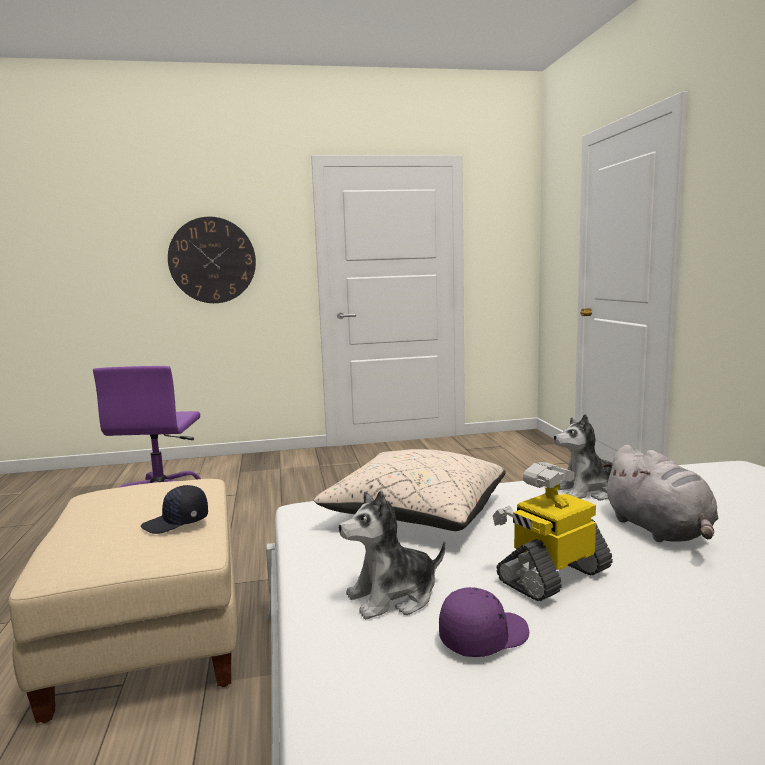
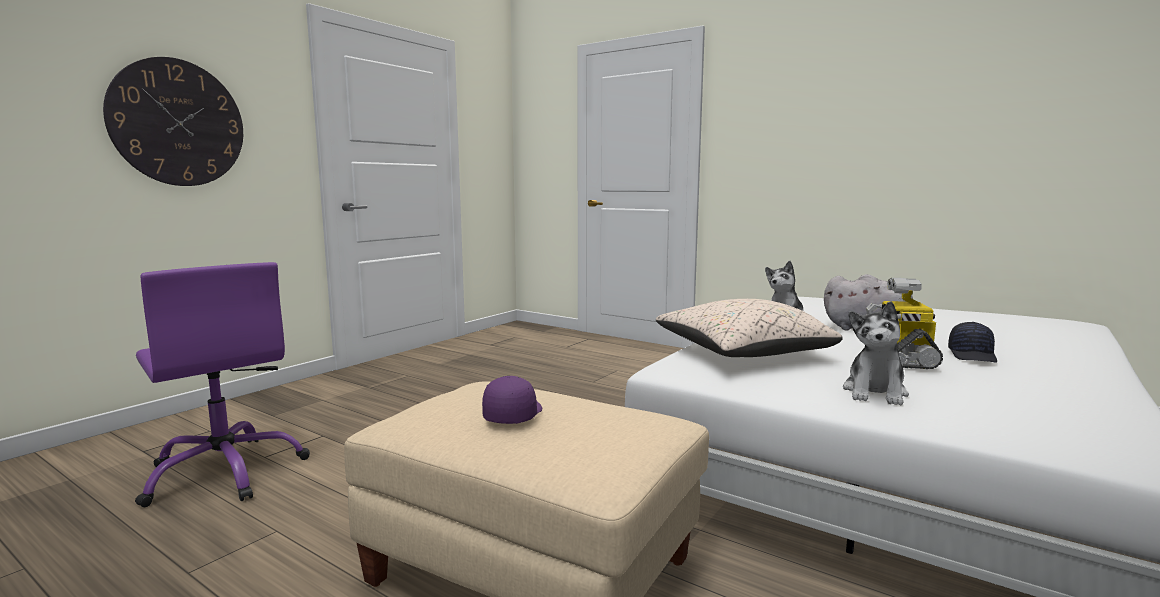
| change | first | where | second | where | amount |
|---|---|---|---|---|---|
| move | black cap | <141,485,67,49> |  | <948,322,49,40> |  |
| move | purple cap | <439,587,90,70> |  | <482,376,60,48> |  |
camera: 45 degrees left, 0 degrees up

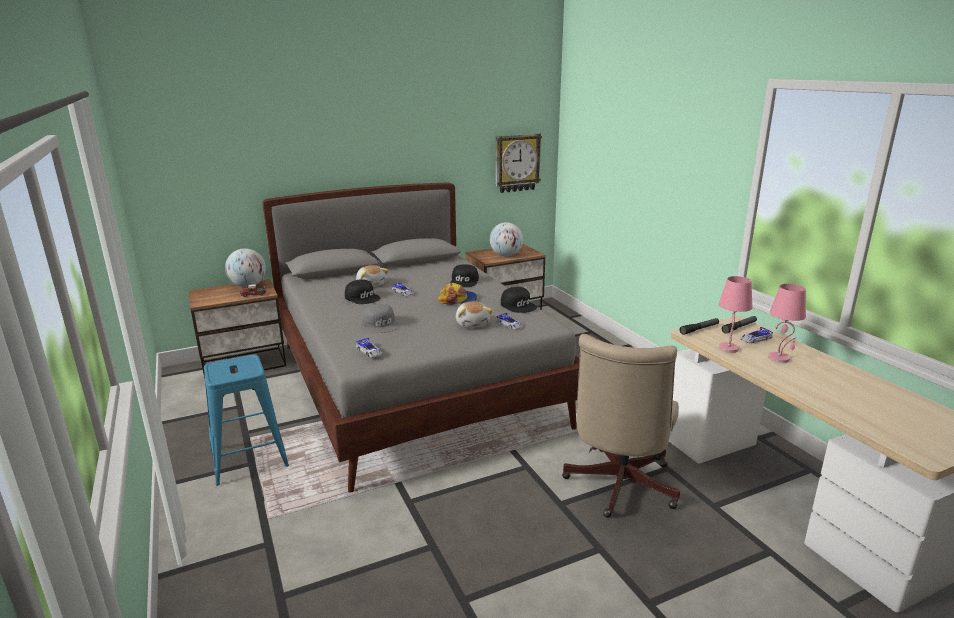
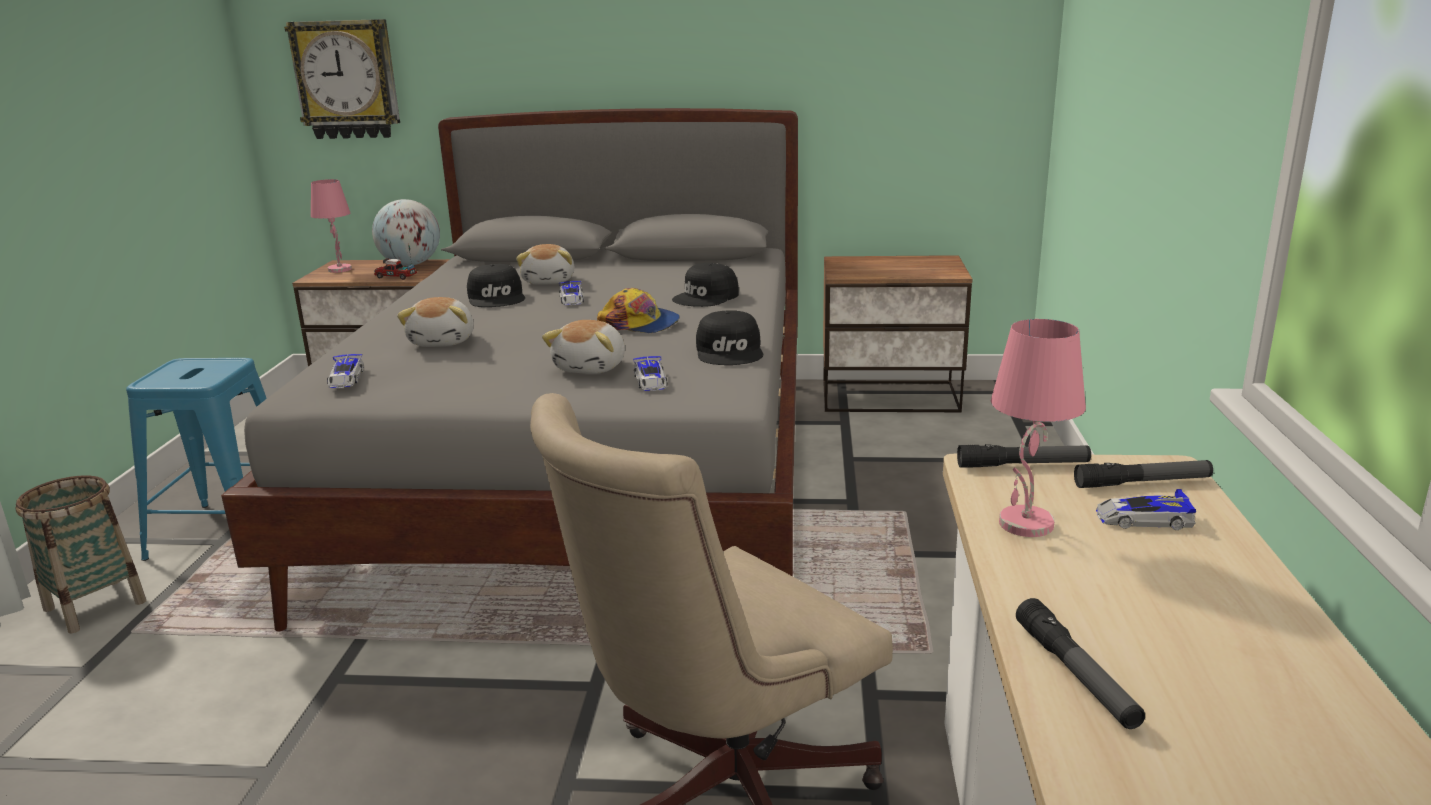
| change | first | where | second | where | amount |
|---|---|---|---|---|---|
| replace | grey cap | <362,304,38,29> | plush toy | <397,297,77,50> |  |
| delete | globe | <490,222,33,34> |  |  |  |
| move | wall clock | <496,133,46,60> |  | <284,19,116,120> |  |
| move | pink table lamp | <768,284,38,79> |  | <311,179,41,94> |  |
| insert |  |  | basket | <15,475,131,158> |  |
| insert |  |  | flashlight | <1016,598,129,131> |  |
camera: 30 degrees right, 0 degrees up

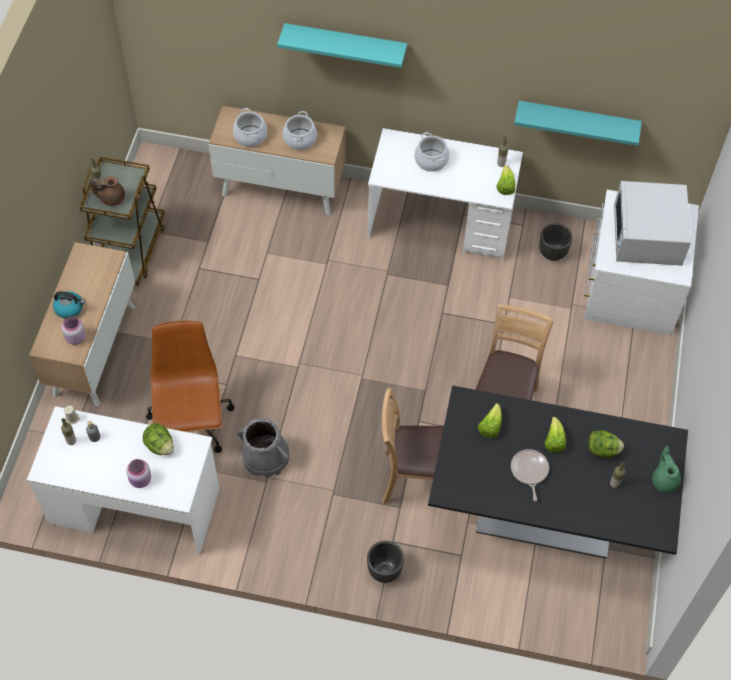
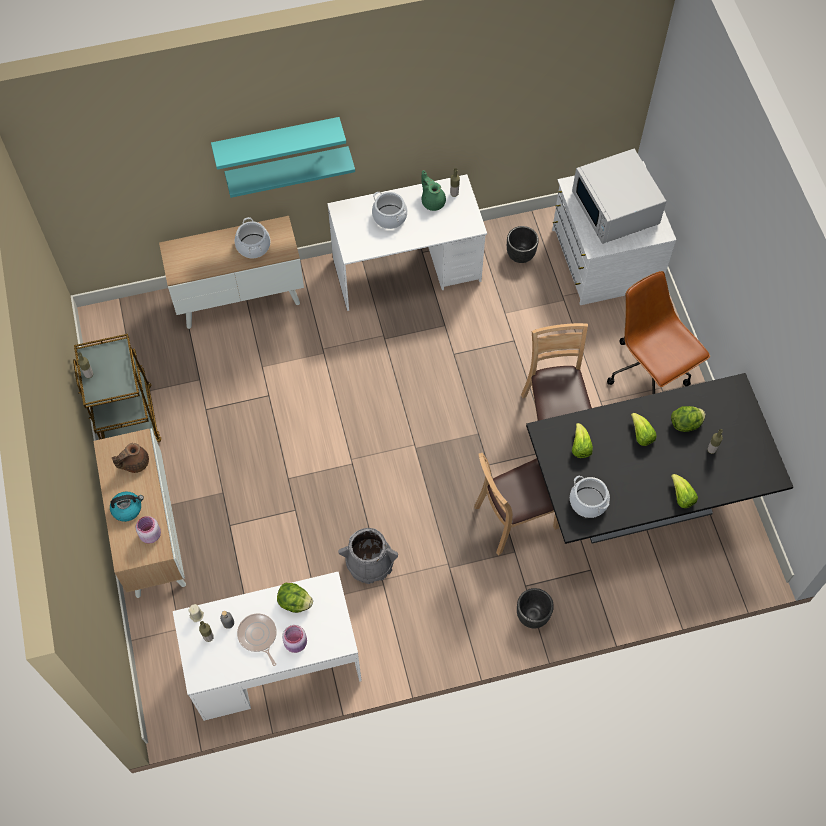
| change | first | where | second | where | amount |
|---|---|---|---|---|---|
| move | brown teapot | <89,176,36,30> |  | <112,443,37,30> |  |
| move | brown office chair | <146,320,89,133> |  | <607,271,103,123> |  |
| move | cooking pot | <233,108,34,39> |  | <570,476,40,42> |  |
| move | lettuce | <496,165,20,30> |  | <671,474,27,34> |  |
| move | frying pan | <511,449,38,52> |  | <237,613,40,53> |  |
| move | turquoise shelf | <514,101,128,45> |  | <224,146,131,52> |  |
| move | green teapot | <652,446,29,47> |  | <421,170,25,41> |  |
camera: 25 degrees left, 5 degrees up

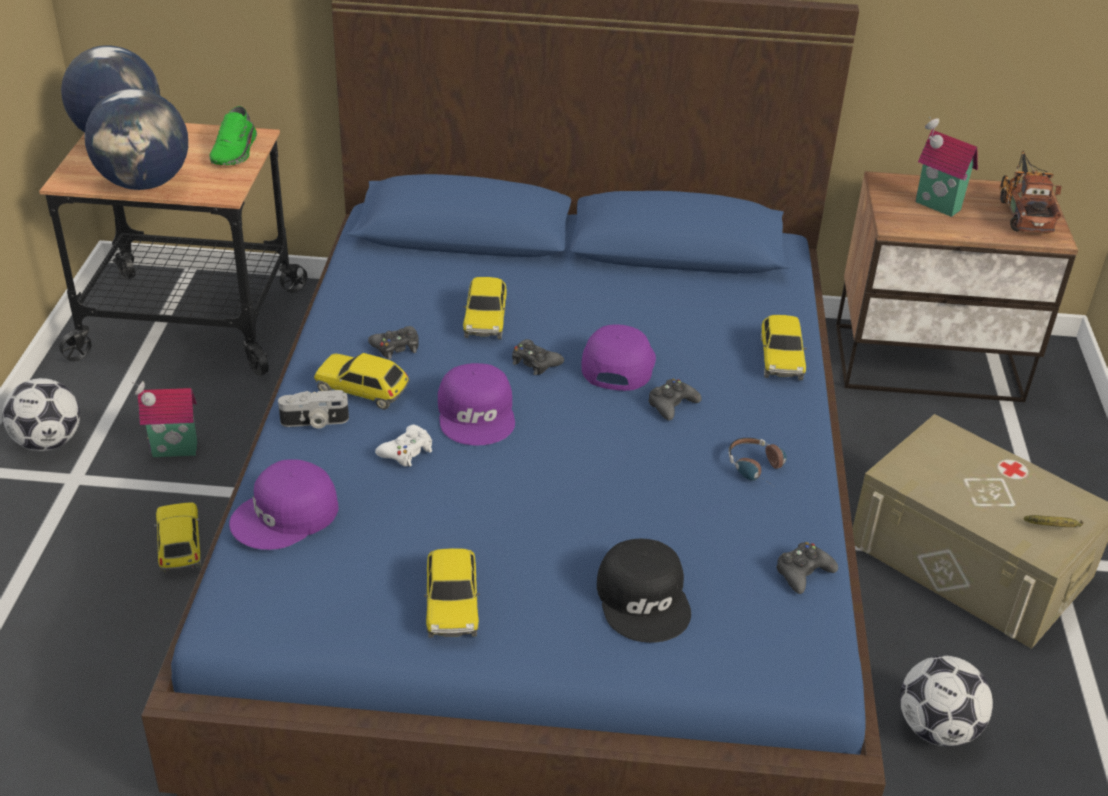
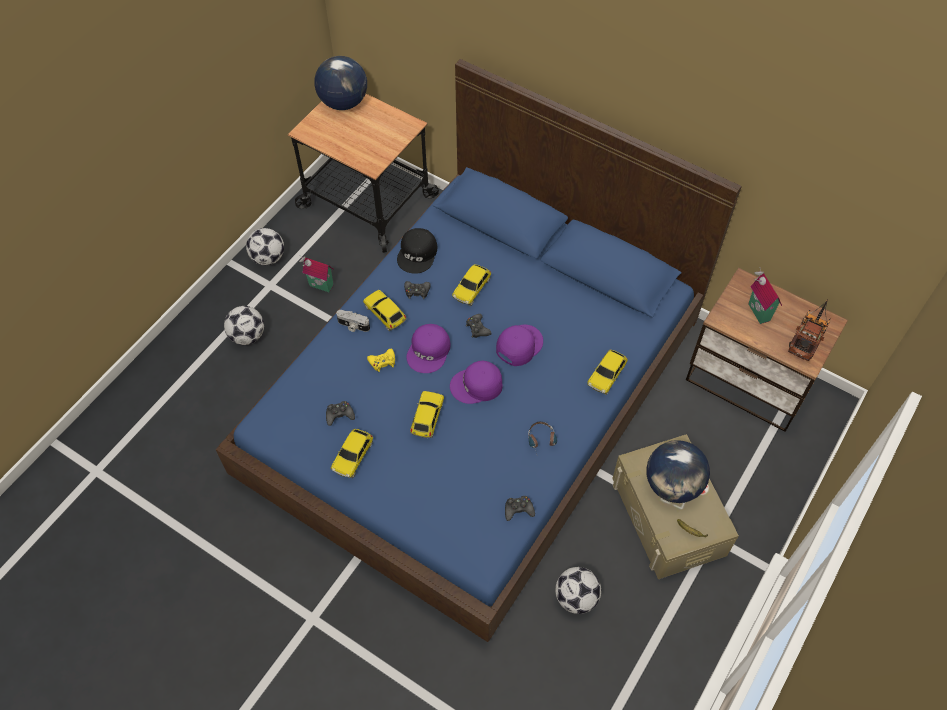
| change | first | where | second | where | amount |
|---|---|---|---|---|---|
| move | globe | <84,89,104,101> |  | <646,440,64,63> |  |
| move | toy car | <154,502,47,71> |  | <410,391,34,47> |  |
| delete | green shoe | <209,106,48,59> |  |  |  |
| move | purple cap | <229,459,110,91> |  | <450,361,53,43> |  |
| recolor | white game controller | <375,425,57,42> | yellow game controller | <367,349,28,23> |  |
| move | black cap | <597,539,94,104> |  | <397,228,40,46> |  |
| move | black game controller | <648,379,54,42> |  | <326,401,29,25> |  |
| insert |  |  | football | <224,306,40,39> |  |
camera: 30 degrees right, 20 degrees up

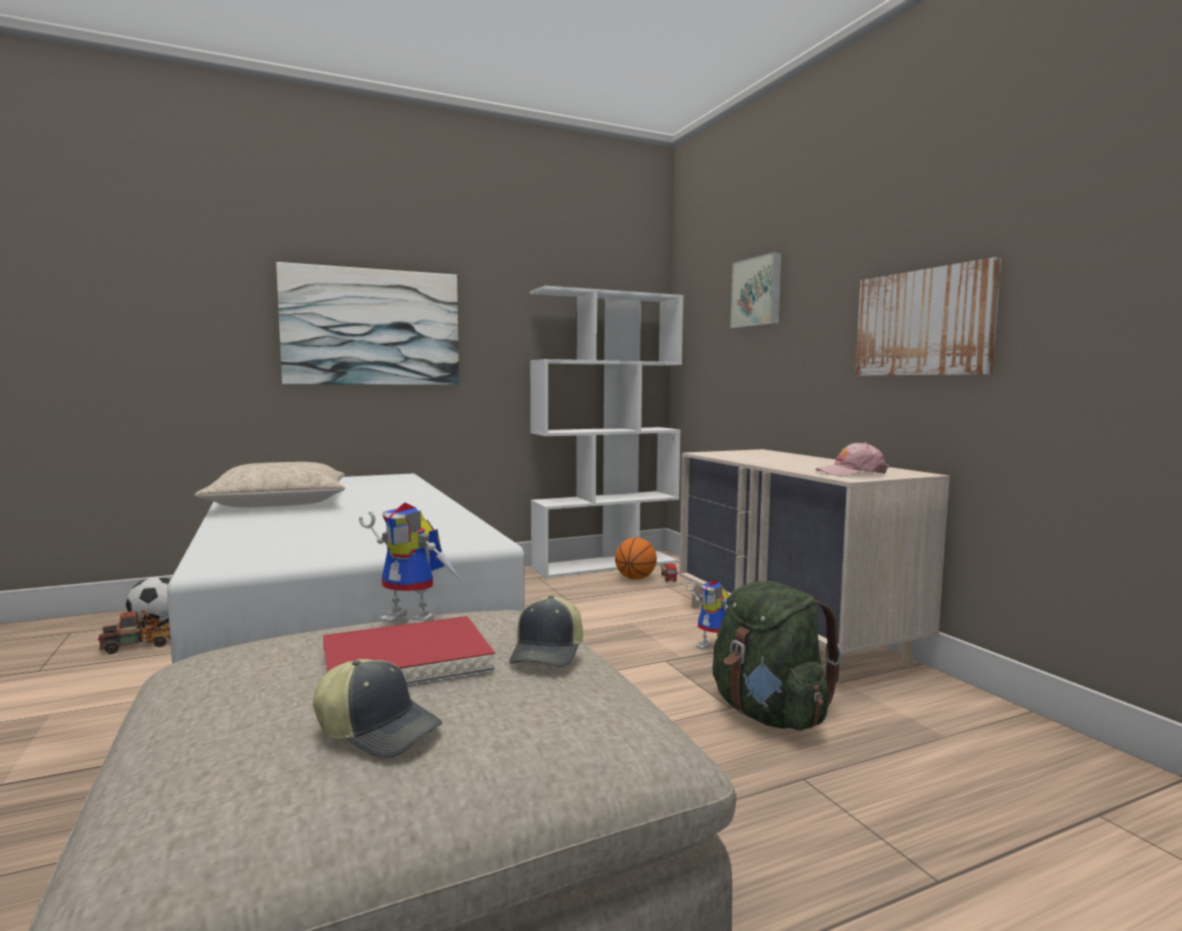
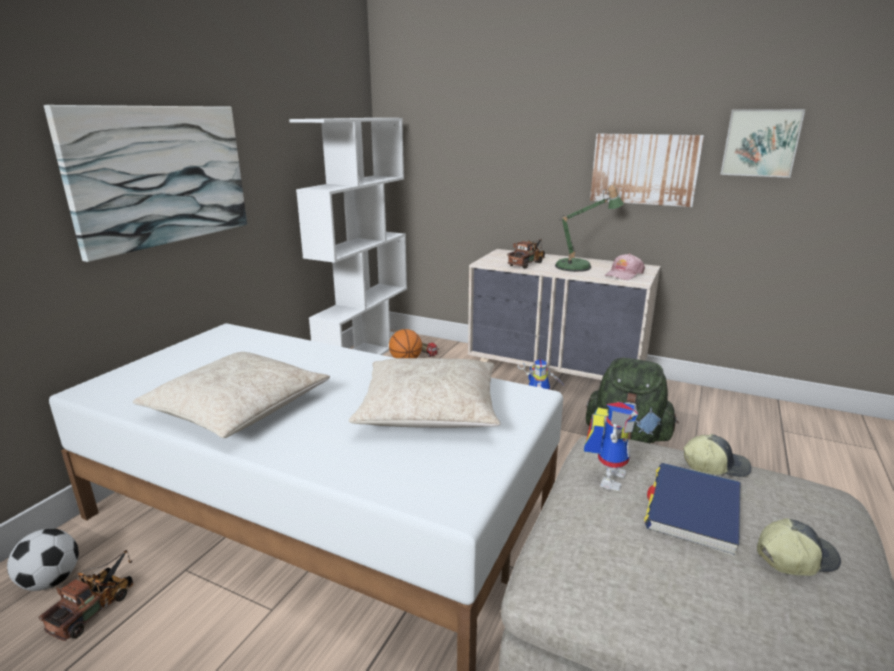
| change | first | where | second | where | amount |
|---|---|---|---|---|---|
| recolor | red book | <323,616,172,70> | blue book | <644,463,96,93> |  |
| rotate | toy robot | <359,503,103,121> |  | <584,402,54,90> | 45 degrees counterclockwise |
| rotate | cap | <509,595,74,72> |  | <683,434,68,43> | 60 degrees counterclockwise |
| move | picture | <731,252,50,76> |  | <720,109,85,69> |  |
| insert |  |  | beige pillow | <349,358,152,70> |  |
| insert |  |  | toy truck | <507,239,38,29> |  |
| insert |  |  | table lamp | <555,185,69,87> |  |
camera: 40 degrees left, 15 degrees up

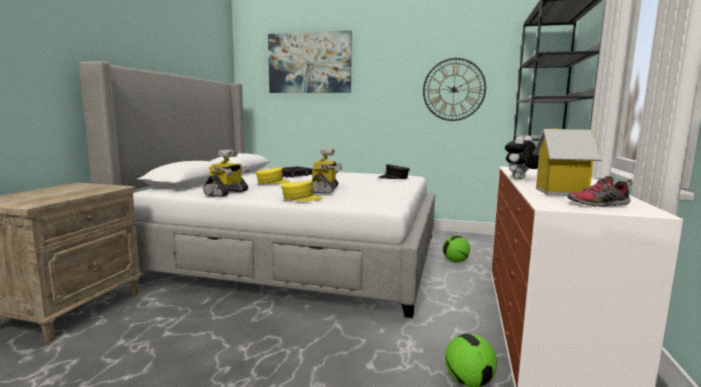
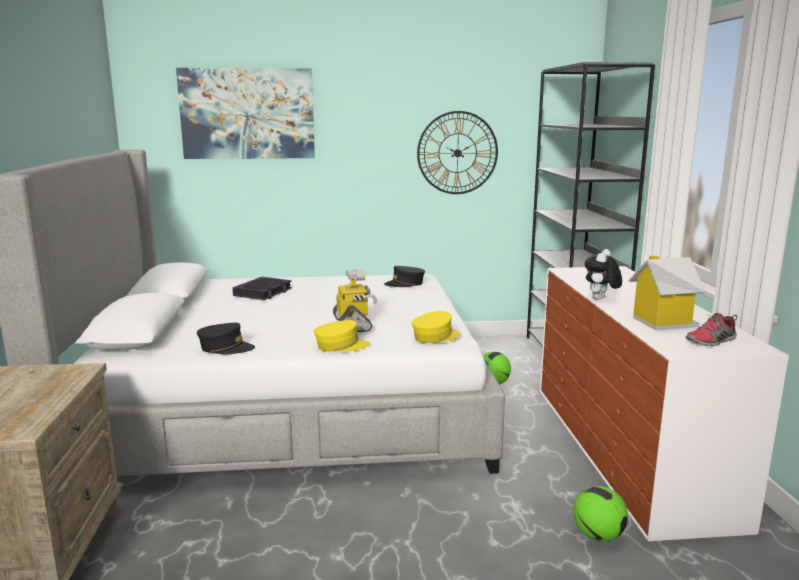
| change | first | where | second | where | amount |
|---|---|---|---|---|---|
| replace | toy robot | <203,150,47,47> | black cap | <197,323,58,32> |  |
| move | yellow cap | <256,167,35,17> |  | <412,311,48,32> |  |
camera: 20 degrees left, 5 degrees up

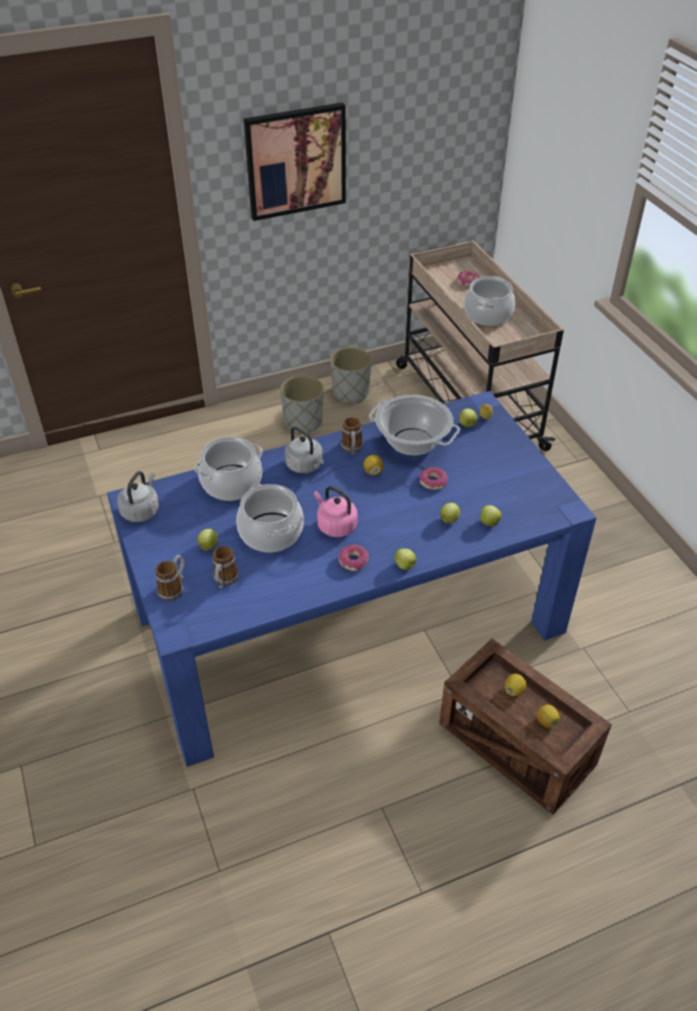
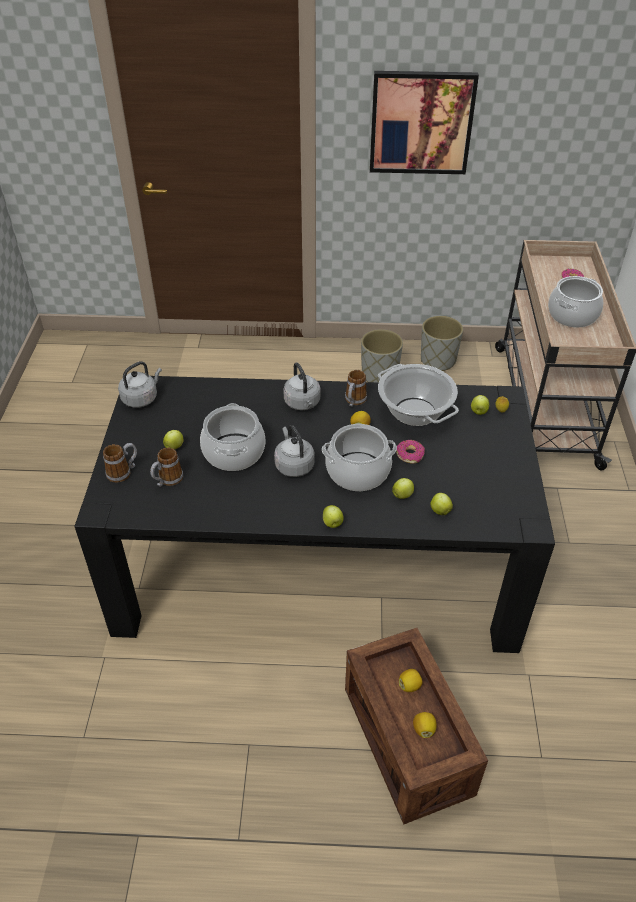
| change | first | where | second | where | amount |
|---|---|---|---|---|---|
| recolor | blue dining table | <107,391,489,376> | black dining table | <75,376,480,277> |  |
| move | cooking pot | <194,437,69,64> |  | <322,424,75,67> |  |
| recolor | pink kettle | <314,486,44,51> | grey kettle | <274,425,40,52> |  |
| delete | donut | <339,545,30,26> |  |  |  |
camera: 25 degrees right, 0 degrees up

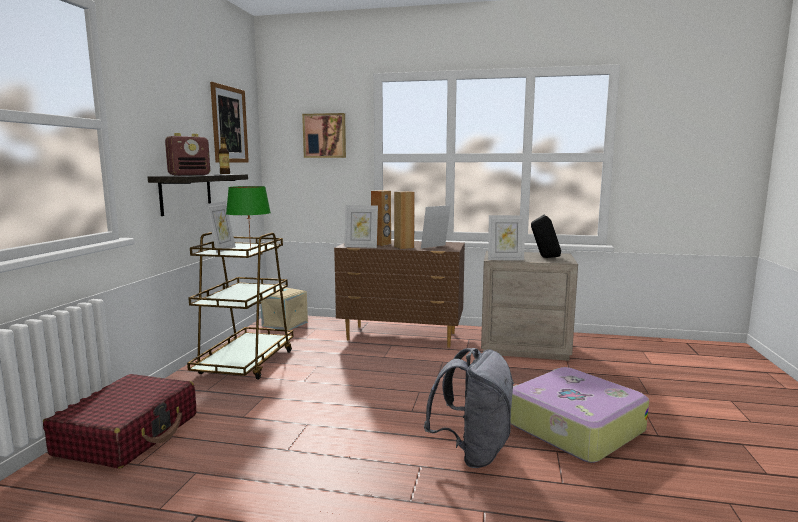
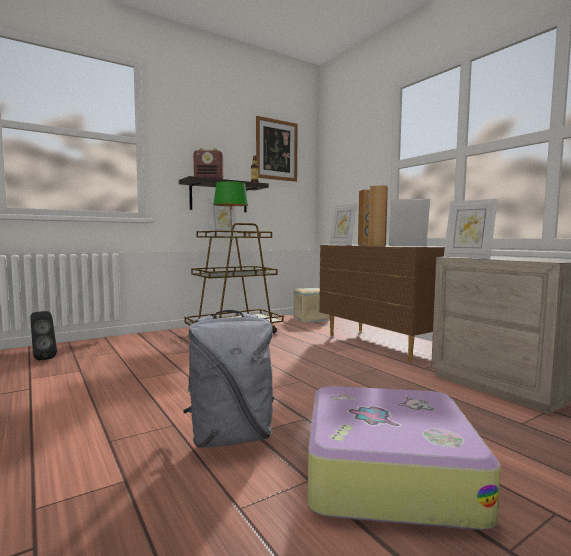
| change | first | where | second | where | amount |
|---|---|---|---|---|---|
| delete | red suitcase | <43,374,153,95> |  |  |  |
| delete | picture | <302,113,44,45> |  |  |  |
| move | black speaker | <531,215,30,43> |  | <30,311,27,50> |  |
camera: 45 degrees right, 5 degrees down

